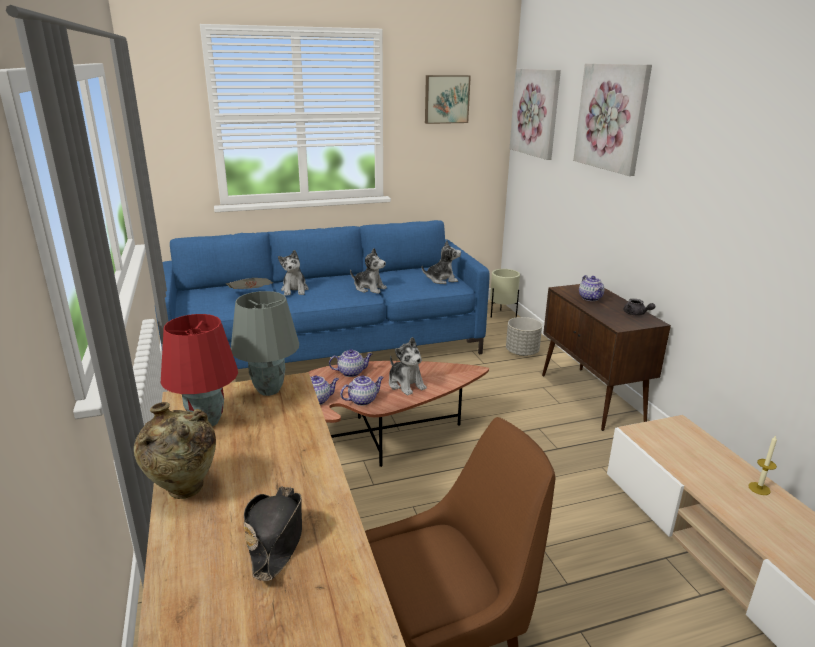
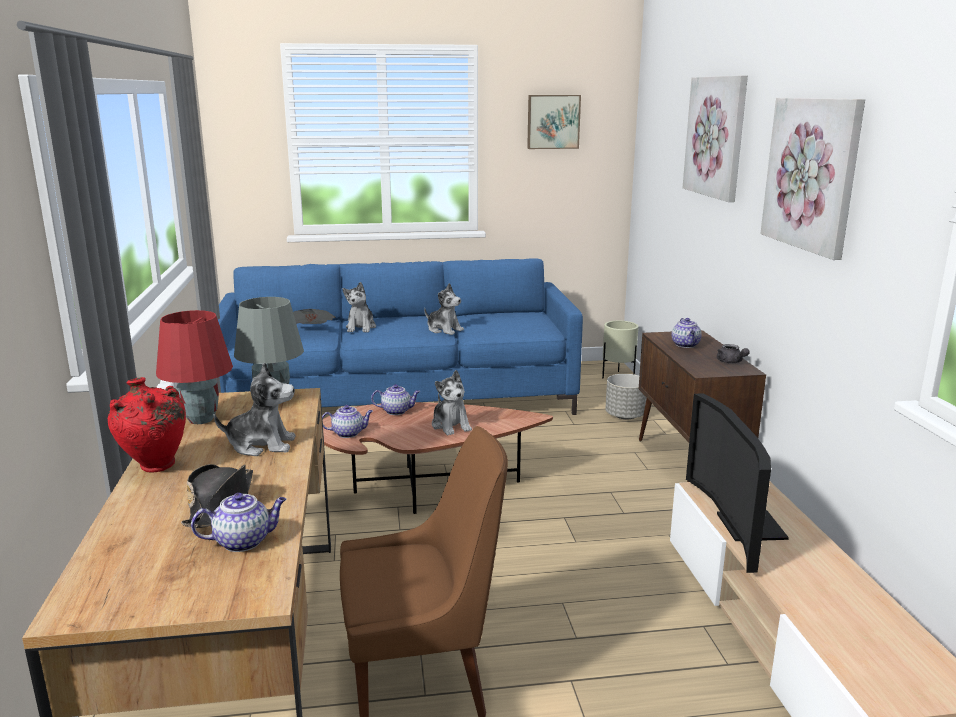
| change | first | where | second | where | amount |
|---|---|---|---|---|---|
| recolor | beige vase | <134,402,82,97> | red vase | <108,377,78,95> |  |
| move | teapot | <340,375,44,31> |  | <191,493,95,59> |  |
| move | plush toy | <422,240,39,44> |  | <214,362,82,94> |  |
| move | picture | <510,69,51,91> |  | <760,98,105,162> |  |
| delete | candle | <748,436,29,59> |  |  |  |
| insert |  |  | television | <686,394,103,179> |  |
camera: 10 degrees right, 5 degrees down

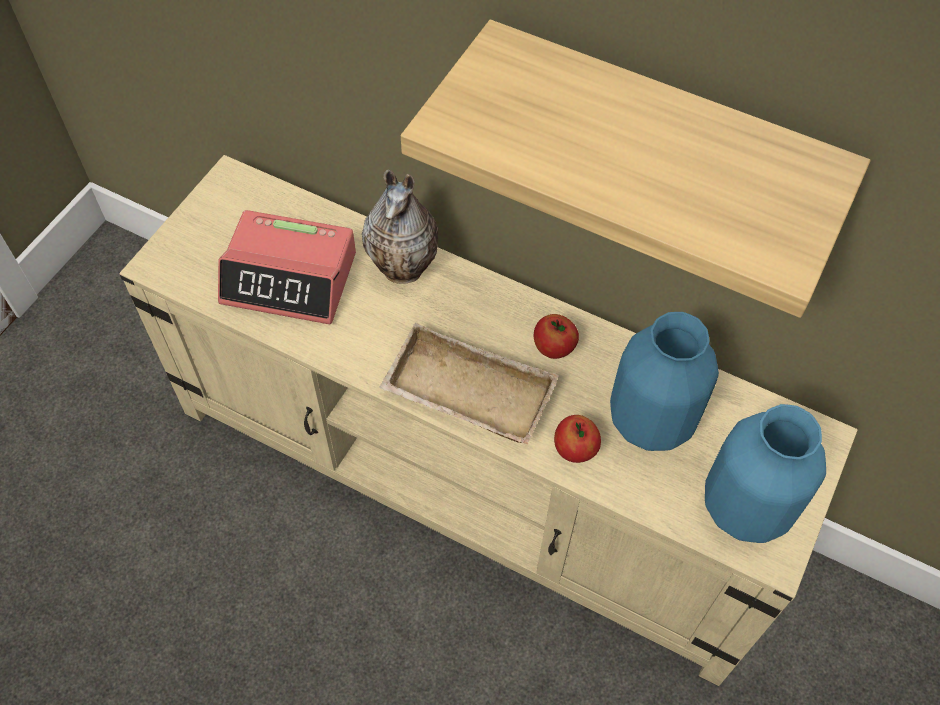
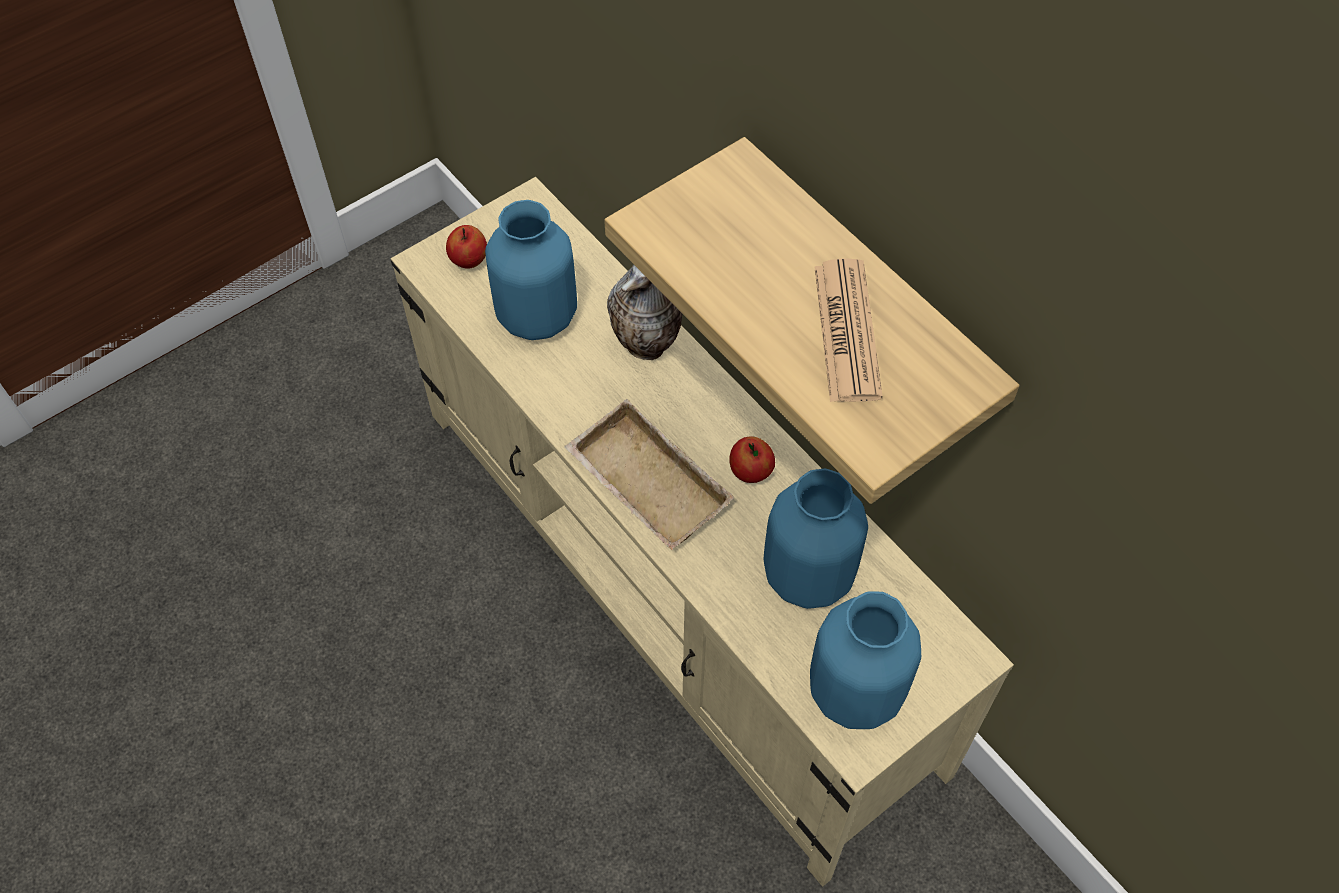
| change | first | where | second | where | amount |
|---|---|---|---|---|---|
| replace | alarm clock | <218,210,138,114> | blue vase | <485,200,92,140> |  |
| move | apple | <554,415,47,48> |  | <446,225,41,44> |  |
| insert |  |  | newspaper | <815,258,68,144> |  |
camera: 25 degrees right, 0 degrees up

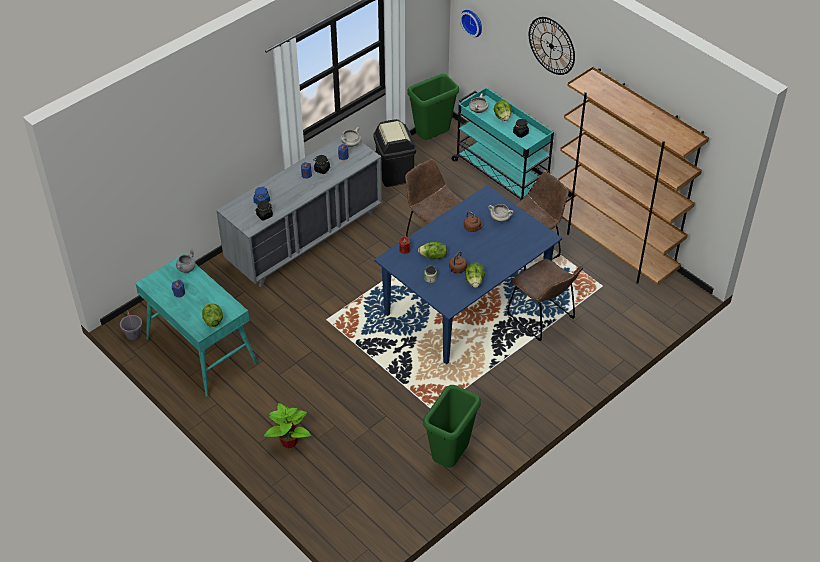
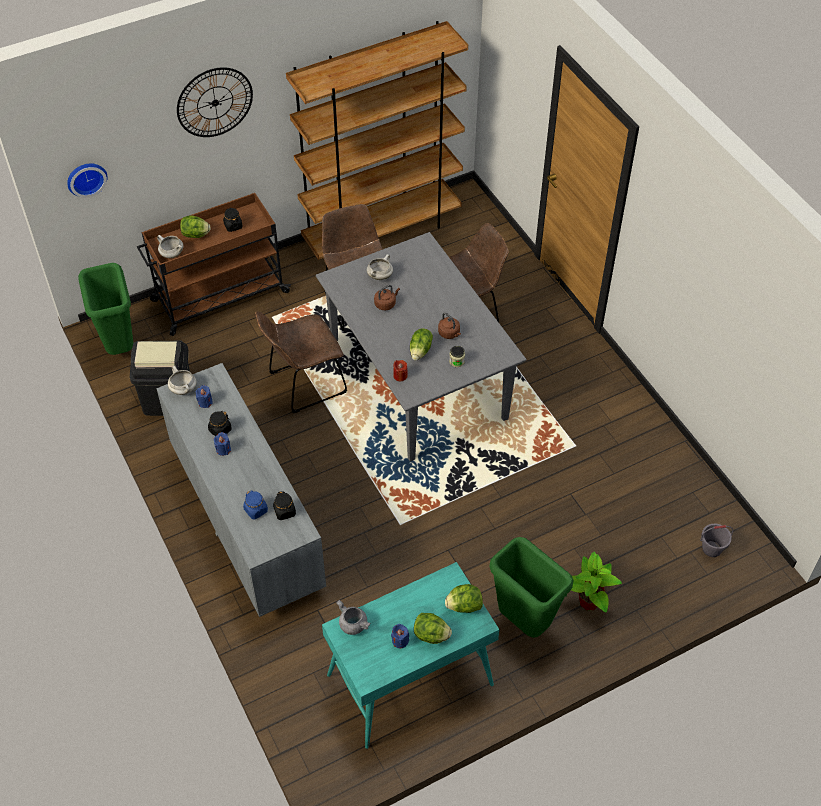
| change | first | where | second | where | amount |
|---|---|---|---|---|---|
| move | grey bucket | <120,310,22,31> |  | <700,524,33,33> |  |
| recolor | blue dining table | <374,185,188,179> | grey dining table | <316,232,210,230> |  |
| move | green trash can | <423,385,58,82> |  | <490,537,84,101> |  |
| recolor | turquoise cart | <451,87,103,113> | brown cart | <137,193,154,143> |  |
| move | lettuce | <465,263,20,25> |  | <414,613,38,31> |  |
camera: 75 degrees left, 5 degrees up

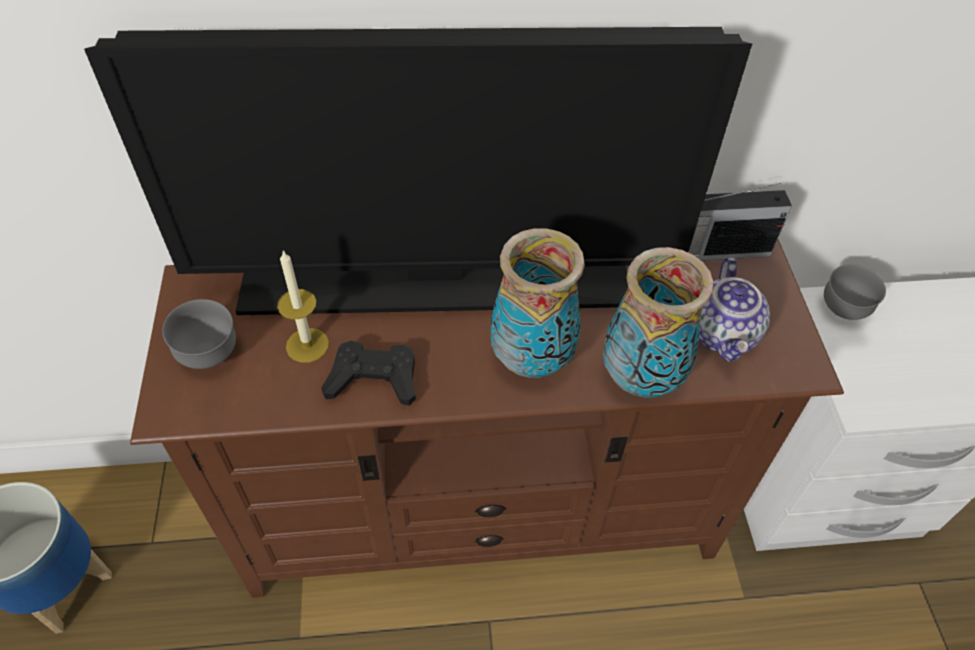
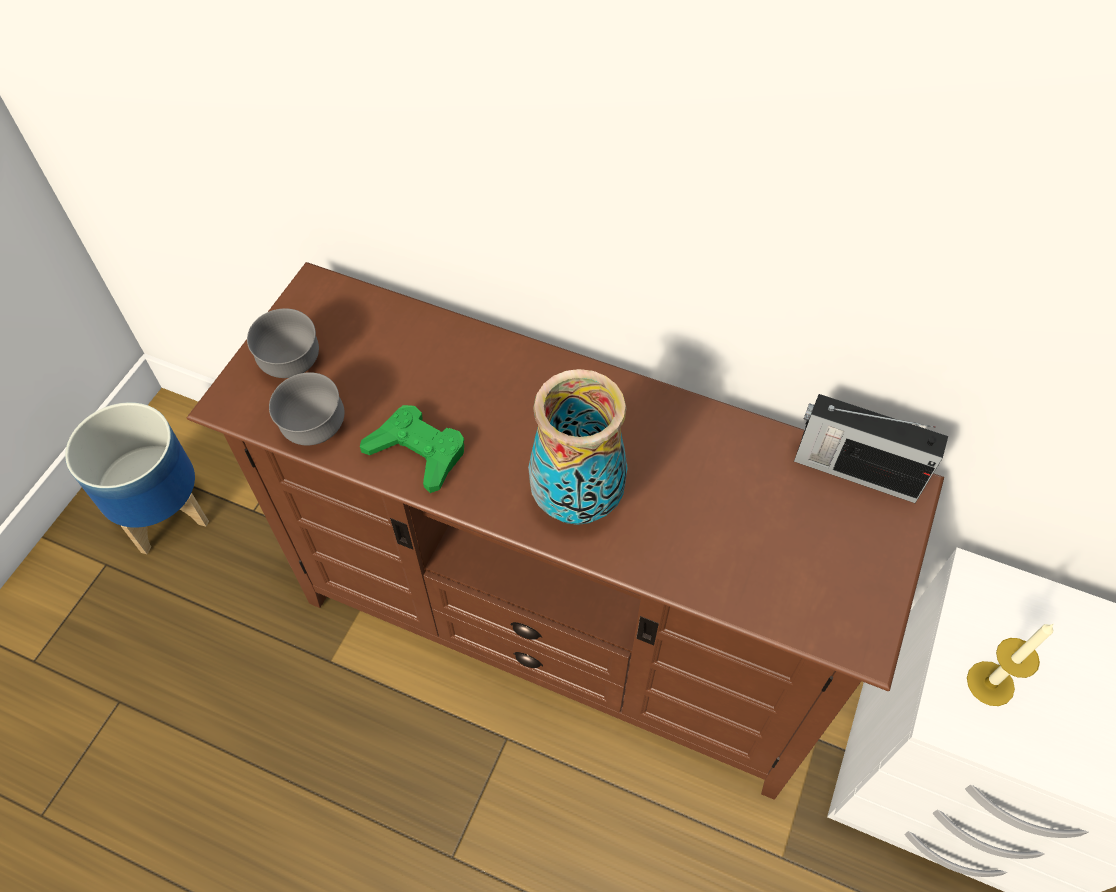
| change | first | where | second | where | amount |
|---|---|---|---|---|---|
| delete | television | <84,27,668,288> |  |  |  |
| move | candle | <277,250,52,113> |  | <967,624,86,82> |  |
| recolor | black game controller | <321,340,95,66> | green game controller | <360,405,104,88> |  |
| delete | vase | <603,247,110,151> |  |  |  |
| delete | teapot | <699,257,71,105> |  |  |  |
| move | grey bowl | <824,264,62,56> |  | <269,372,75,74> |  |
camera: 30 degrees right, 5 degrees up

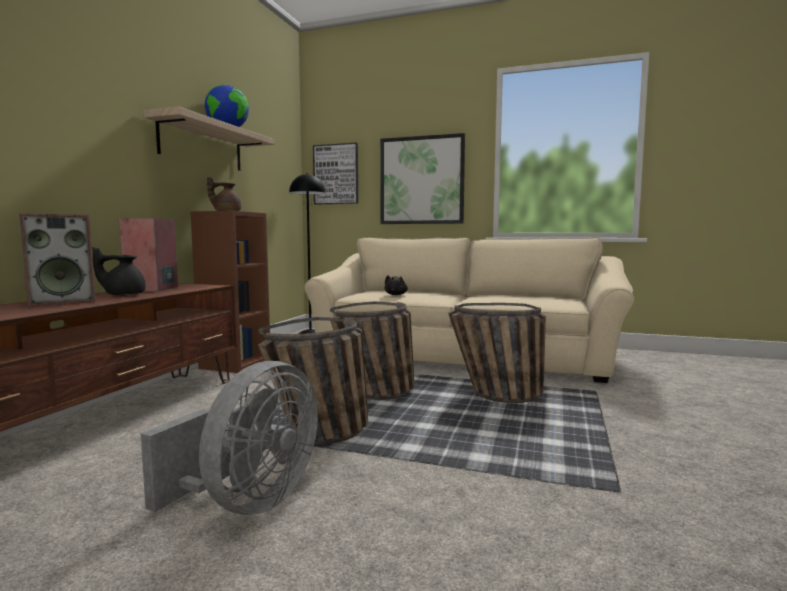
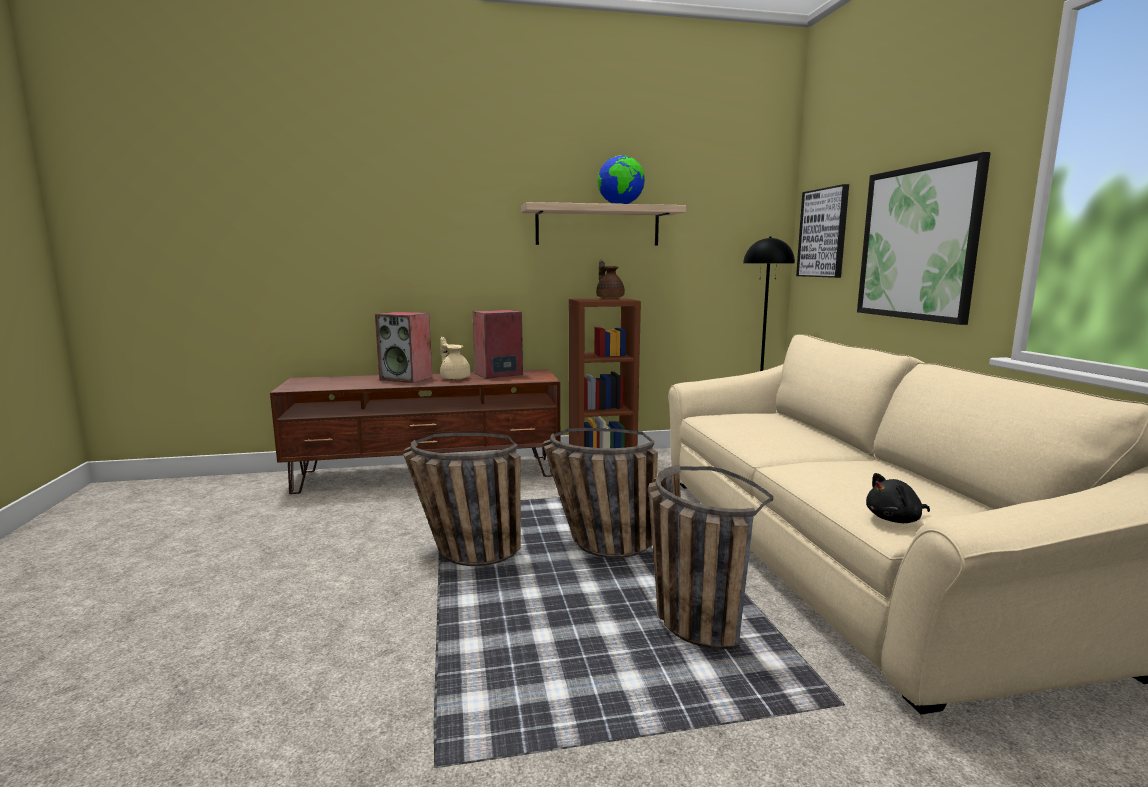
| change | first | where | second | where | amount |
|---|---|---|---|---|---|
| recolor | black teapot | <92,247,54,49> | beige teapot | <440,337,31,43> |  |
| delete | grey fan | <141,361,177,154> |  |  |  |
| move | black plush toy | <385,275,23,20> |  | <866,473,64,50> |  |
camera: 60 degrees right, 5 degrees up

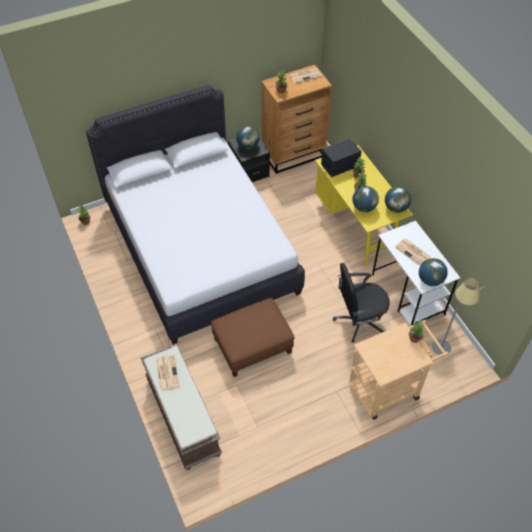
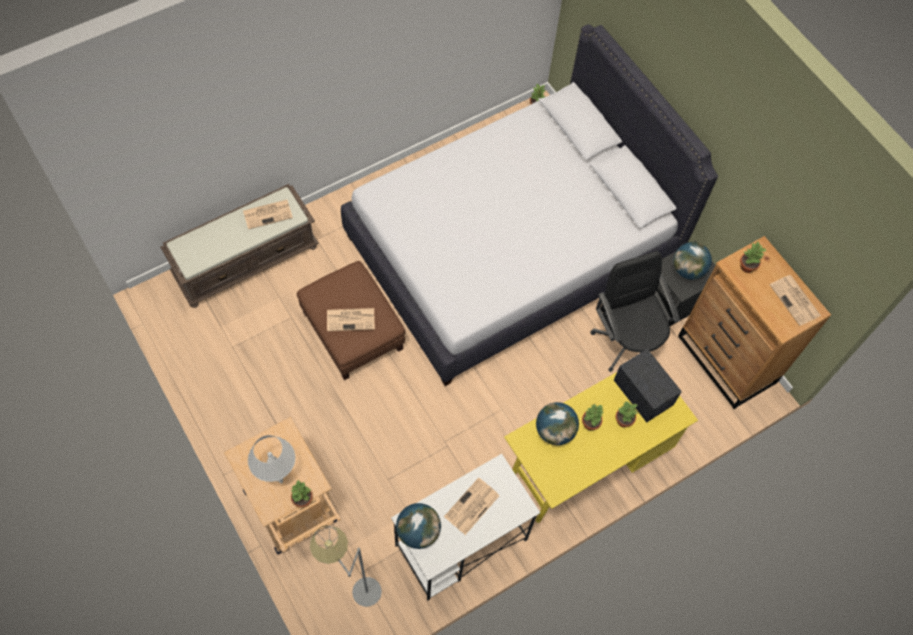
| change | first | where | second | where | amount |
|---|---|---|---|---|---|
| move | black office chair | <333,263,57,80> |  | <590,251,90,121> |  |
| delete | globe | <385,186,26,27> |  |  |  |
| insert |  |  | white table lamp | <248,435,48,48> |  |
| insert |  |  | newspaper | <327,308,48,23> |  |
camera: 80 degrees right, 10 degrees up

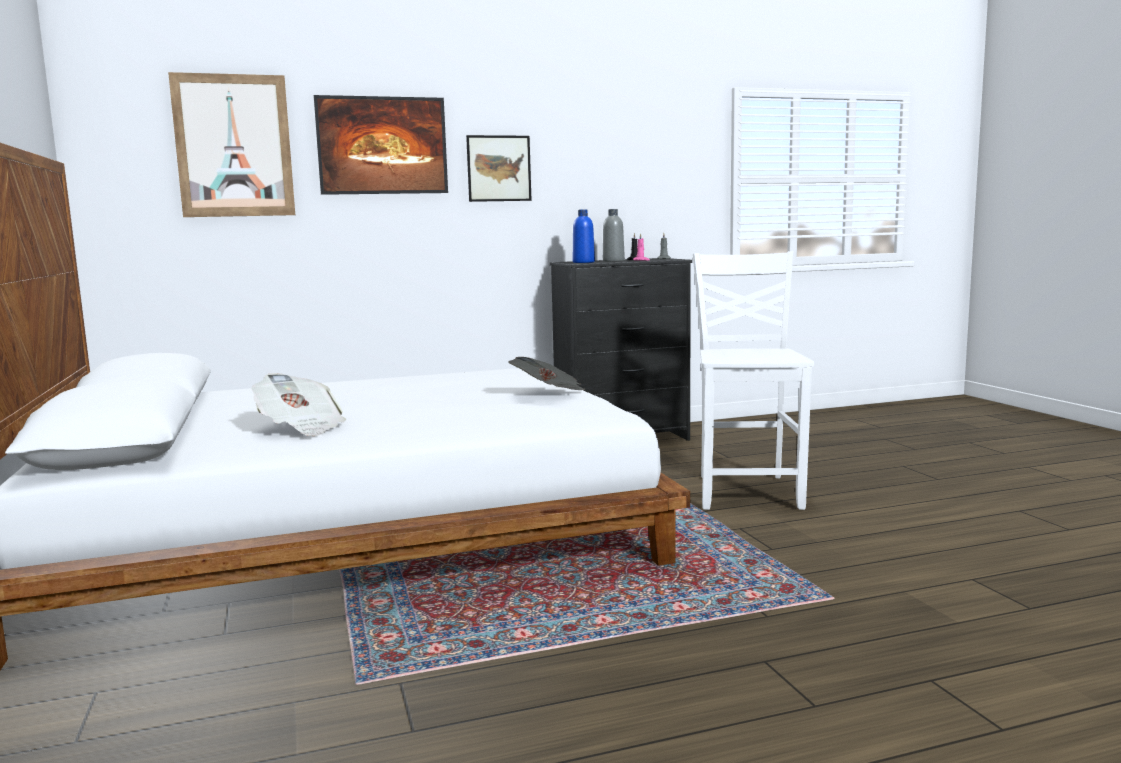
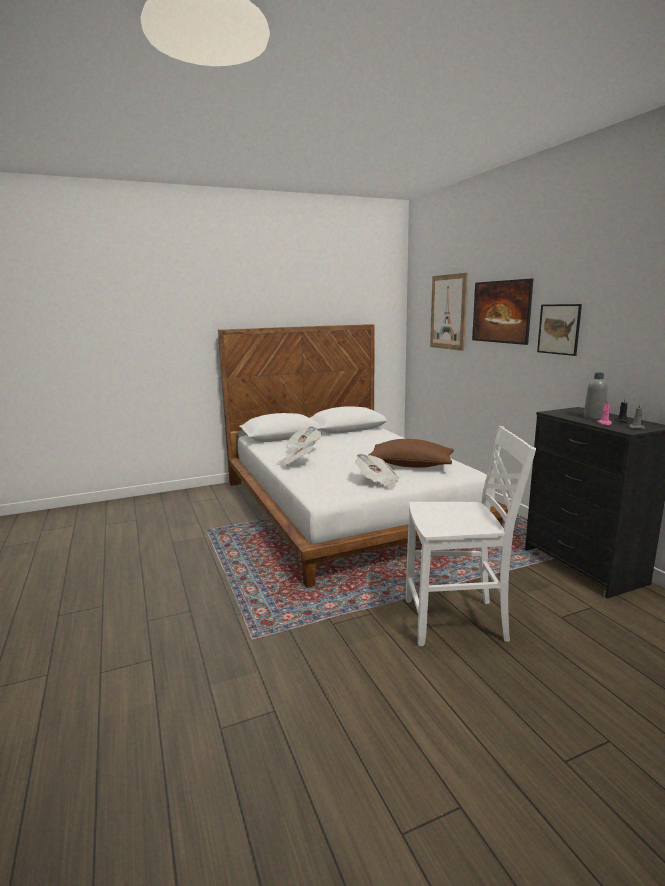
| change | first | where | second | where | amount |
|---|---|---|---|---|---|
| delete | blue bottle | <573,209,22,54> |  |  |  |
| insert |  |  | newspaper | <277,440,40,27> |  |
| insert |  |  | brown pillow | <368,439,86,29> |  |
camera: 85 degrees right, 5 degrees up

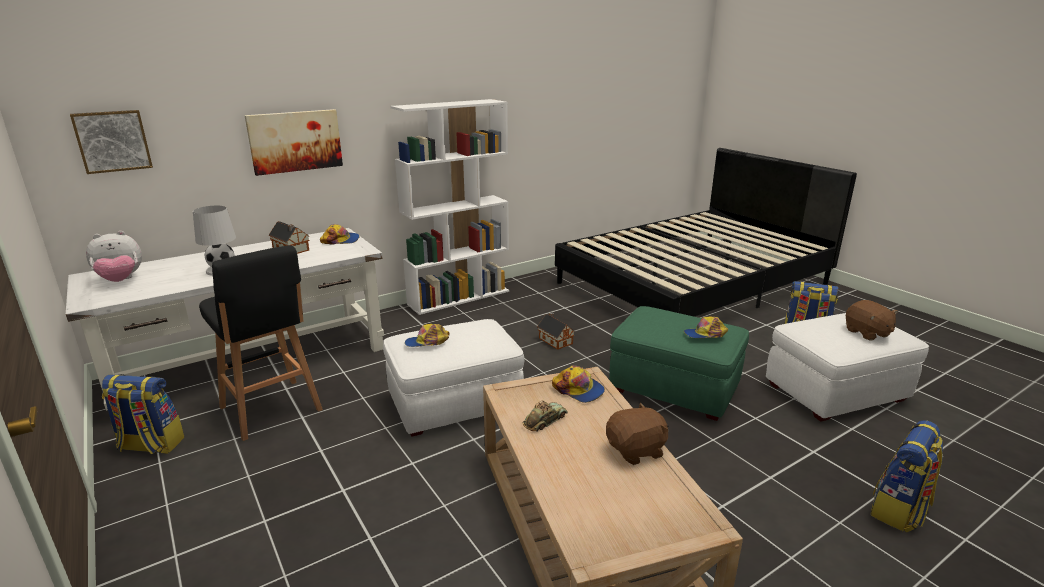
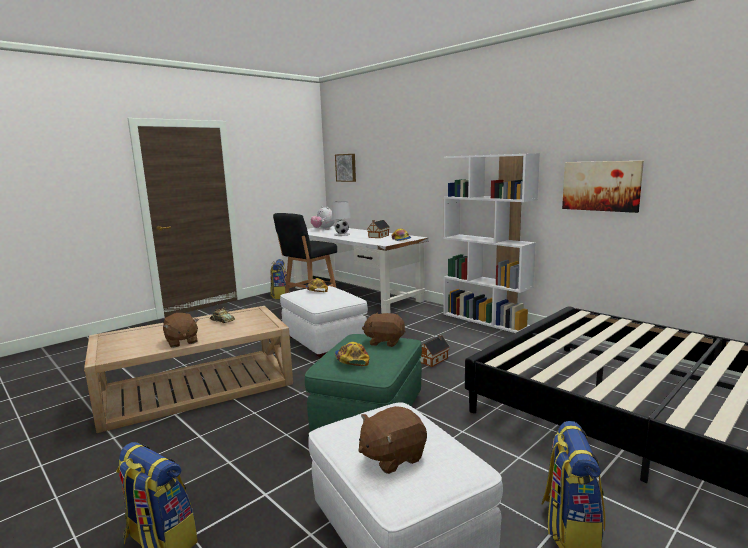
| change | first | where | second | where | amount |
|---|---|---|---|---|---|
| move | picture | <244,109,99,67> |  | <562,161,82,52> |  |
| delete | cap | <552,365,53,38> |  |  |  |
| insert |  |  | brown plush toy | <362,313,44,34> |  |
camera: 80 degrees right, 10 degrees down

